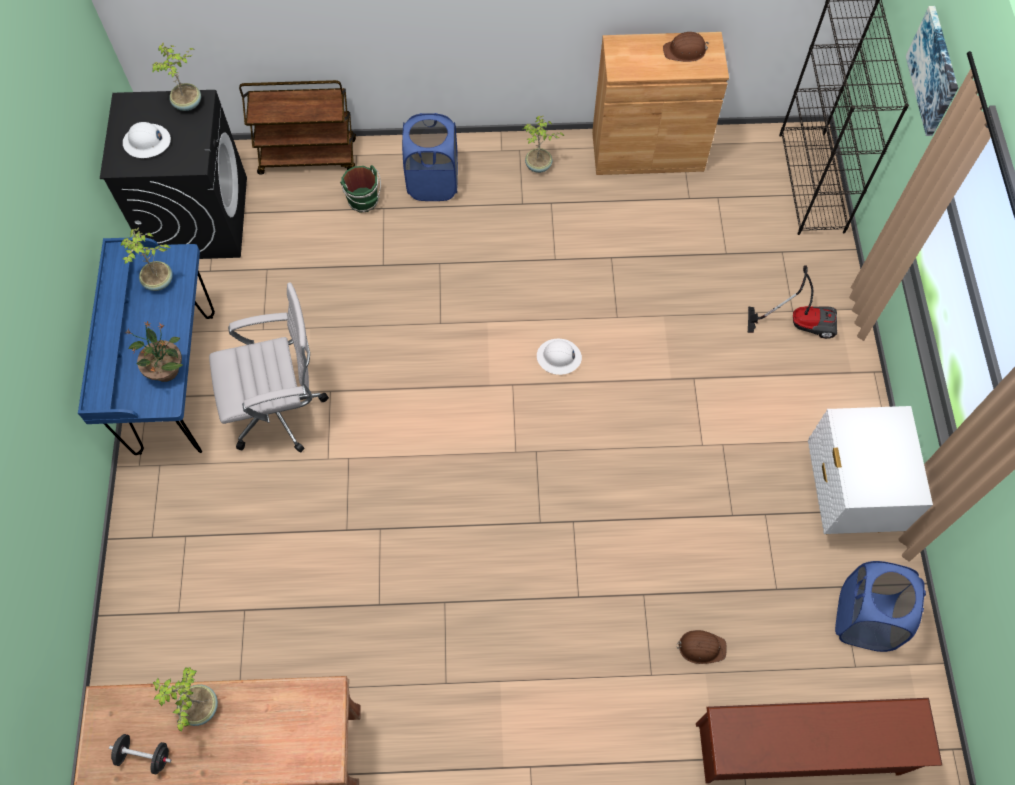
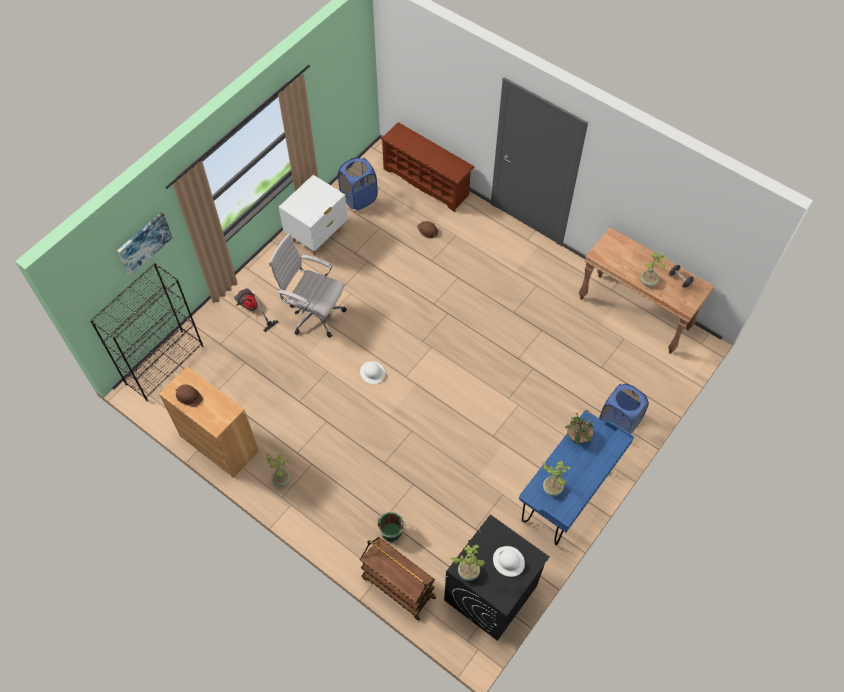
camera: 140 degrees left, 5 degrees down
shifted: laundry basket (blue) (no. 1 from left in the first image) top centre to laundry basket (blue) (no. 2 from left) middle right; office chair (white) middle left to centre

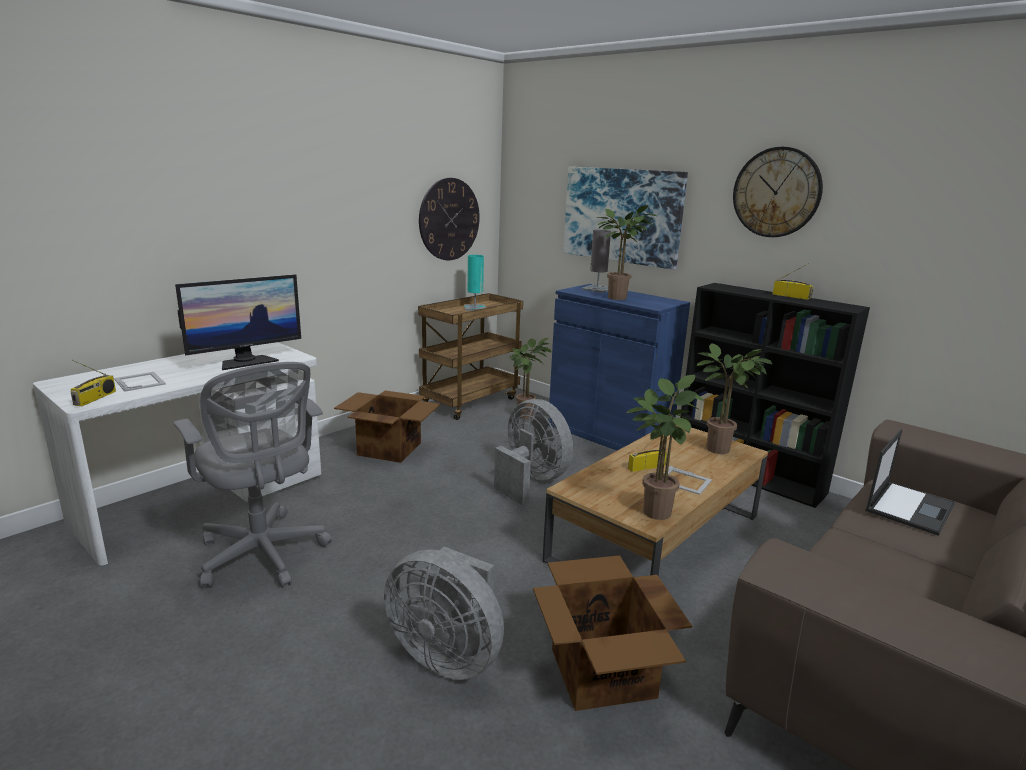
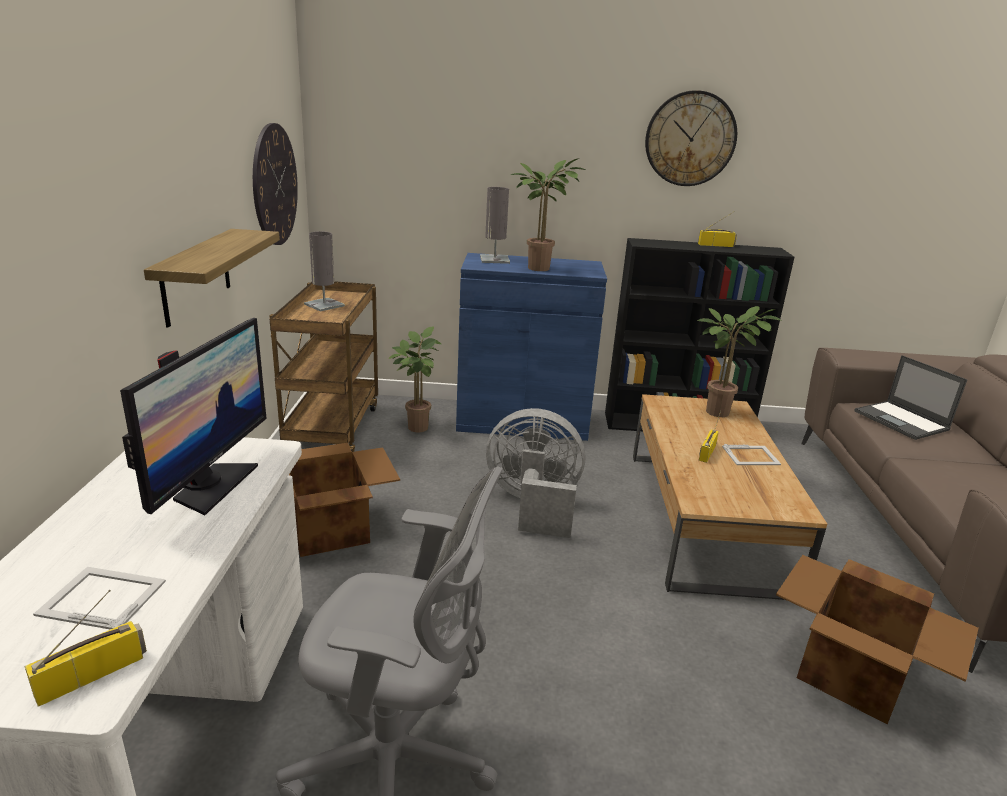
camera: 40 degrees left, 5 degrees up
gone: picture top centre; potted plant (no. 3 from left) centre; fan (grey) (no. 1 from left) bottom centre
new: shelf middle left
repainted: table lamp (turquoise) centre to table lamp (grey) (no. 1 from left) middle left
rotated: radio (no. 1 from left) middle left = bottom left 105 degrees counterclockwise; laptop middle right = middle right 150 degrees clockwise

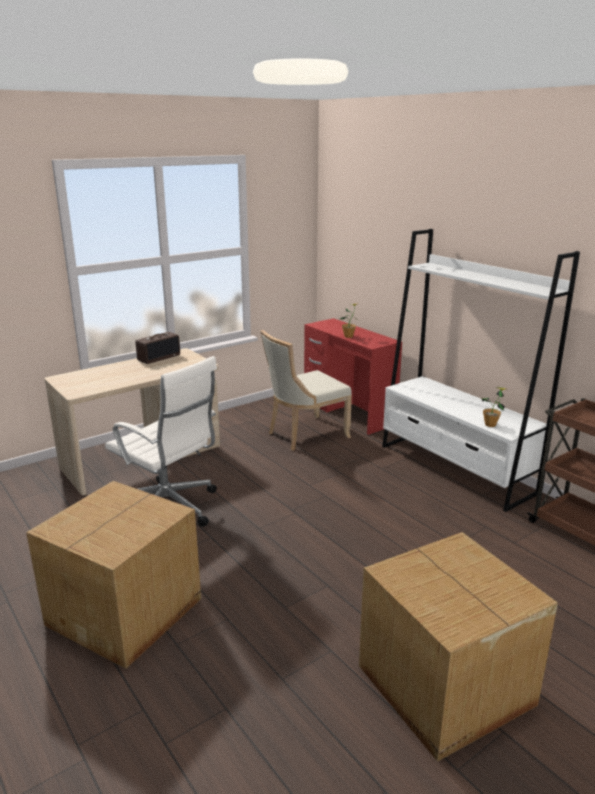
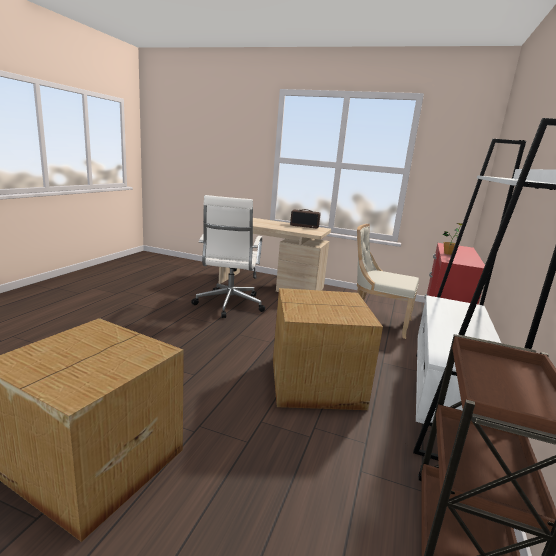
camera: 55 degrees right, 5 degrees down
gone: potted plant (no. 2 from left) middle right
shifted: cardboard box (no. 1 from left in the first image) bottom left to cardboard box (no. 2 from left) centre

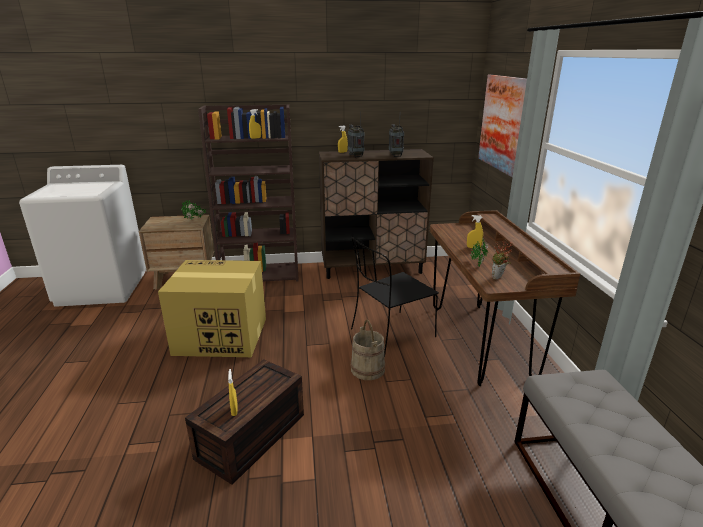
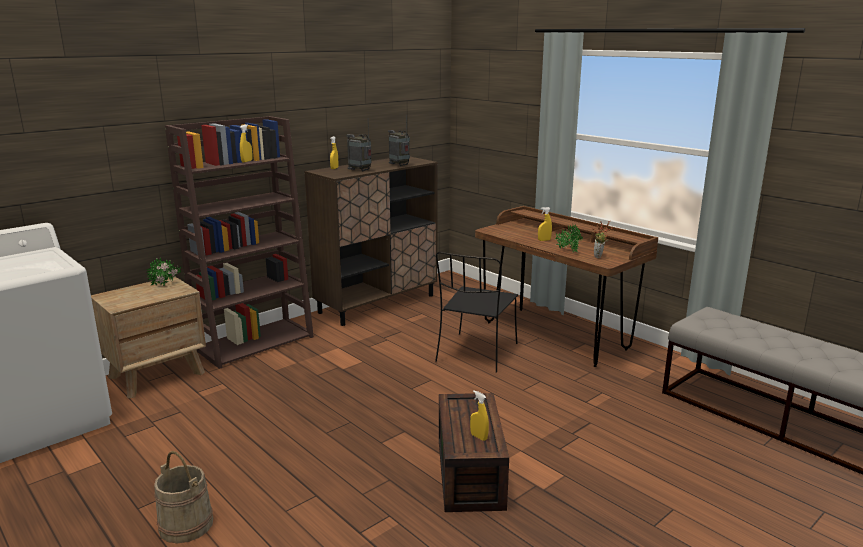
camera: 35 degrees left, 5 degrees down
gone: picture top right; cardboard box middle left
shifted: bucket (beige) centre to bottom left

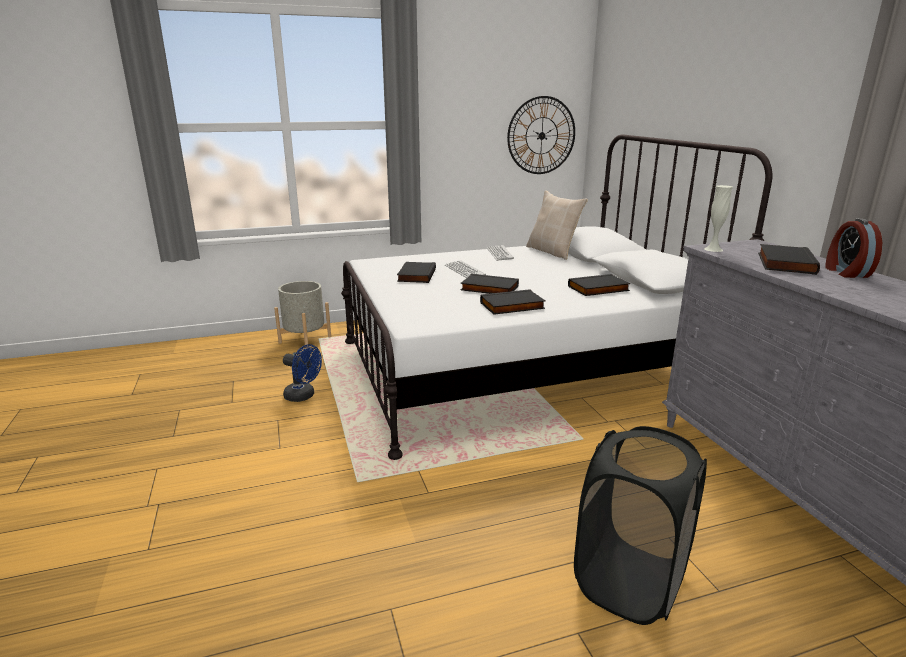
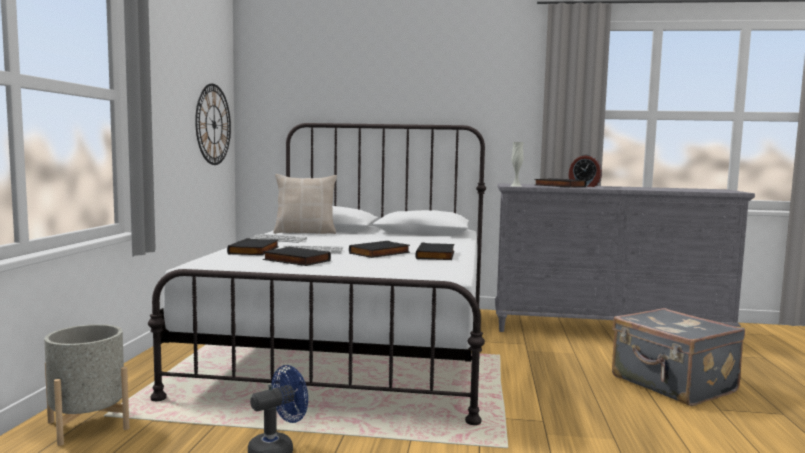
camera: 65 degrees left, 15 degrees down
shifted: book (black) (no. 4 from left in the first image) centre to book (black) (no. 1 from left) middle left
swapped: laundry basket (black) bottom right to suitcase (grey) bottom right

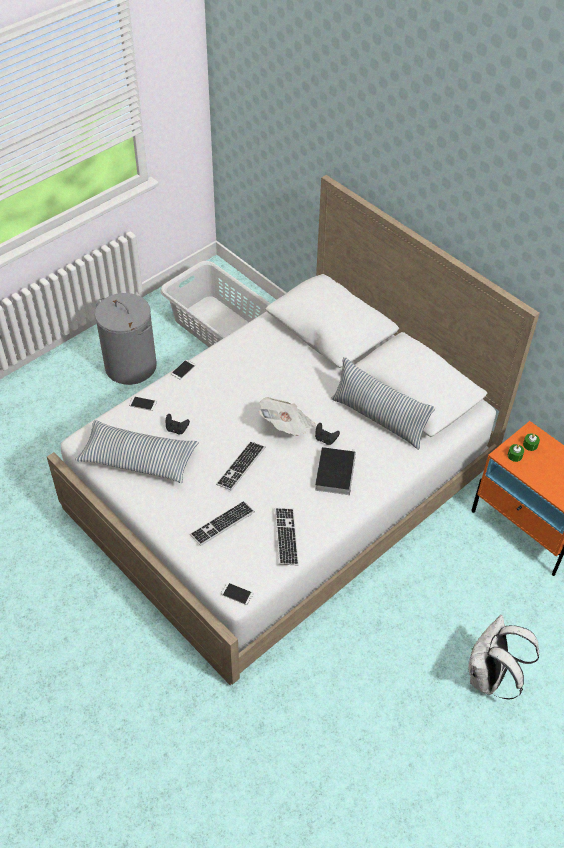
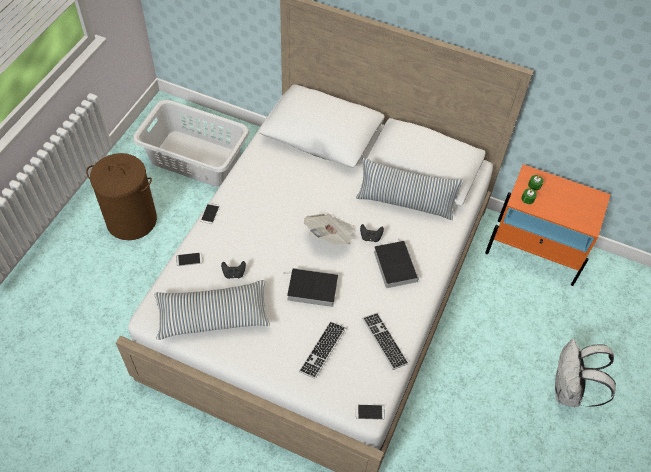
camera: 25 degrees left, 5 degrees up
swapped: keyboard (no. 2 from left) centre to book (no. 1 from left) centre
repainted: laundry basket (grey) (no. 1 from left) middle left to laundry basket (brown) middle left

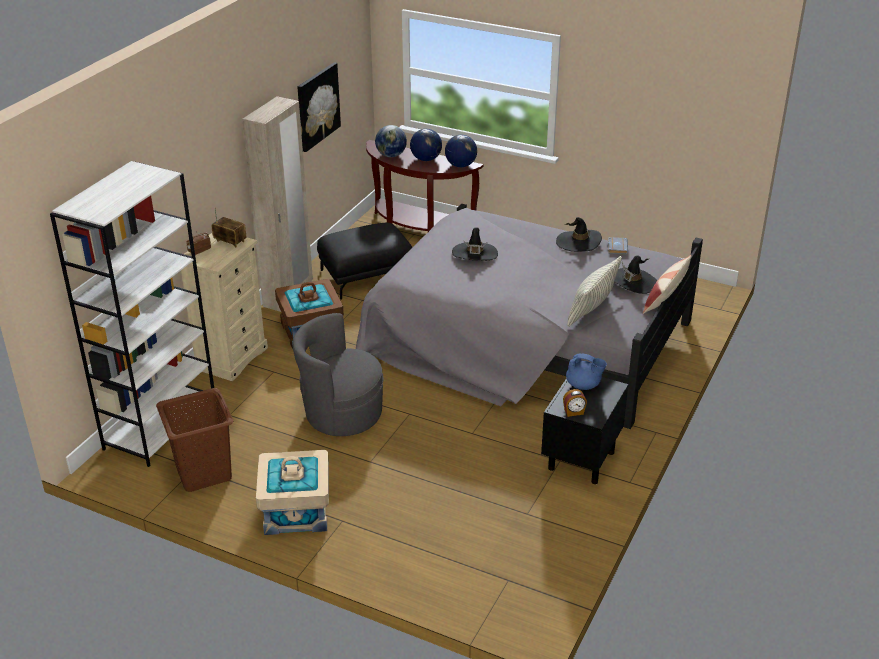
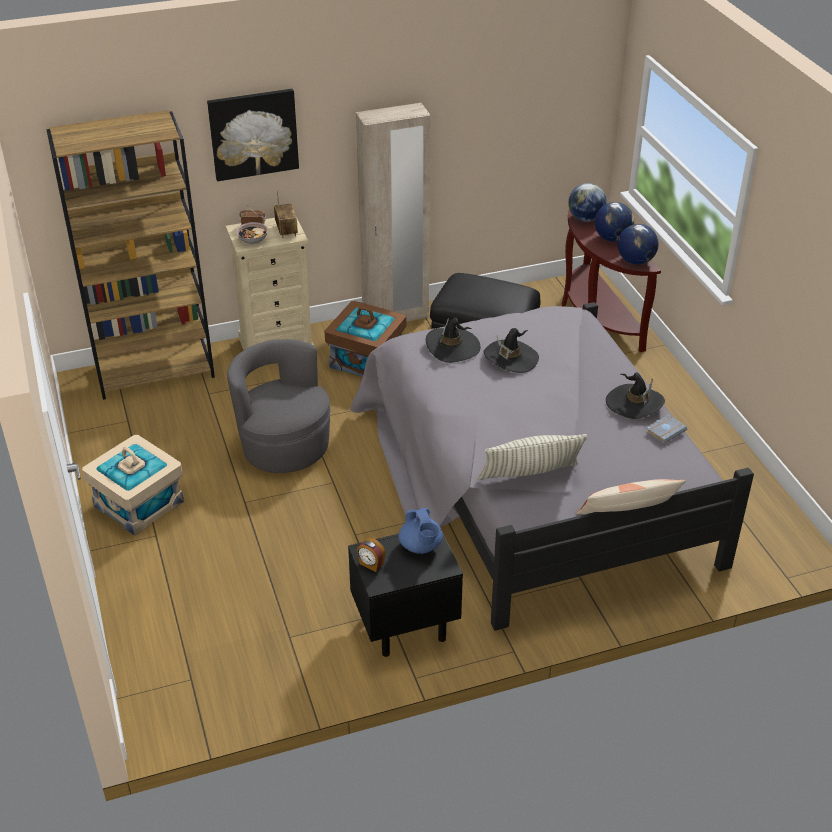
camera: 45 degrees right, 5 degrees up
gone: laundry basket (brown) bottom left
new: bowl top left
shifted: picture top centre to top left; hat (black) (no. 3 from left in the first image) middle right to hat (black) (no. 1 from left) centre
repainted: bookcase (white) middle left to bookcase (brown) top left

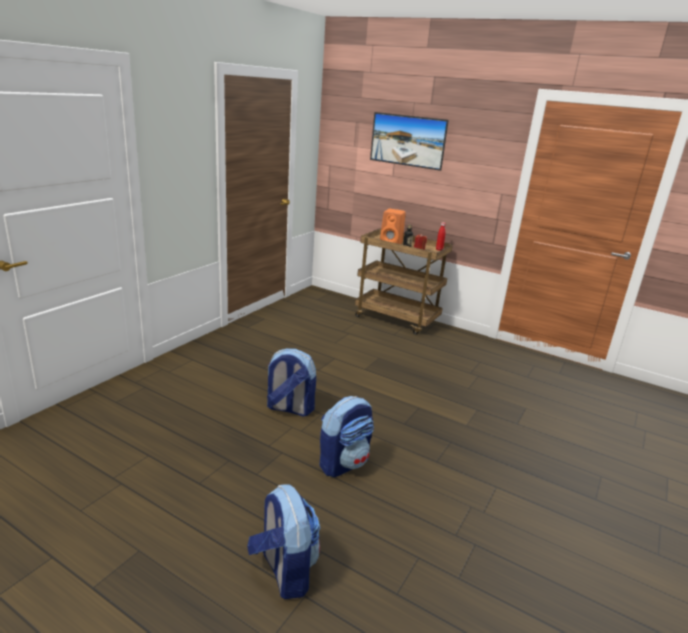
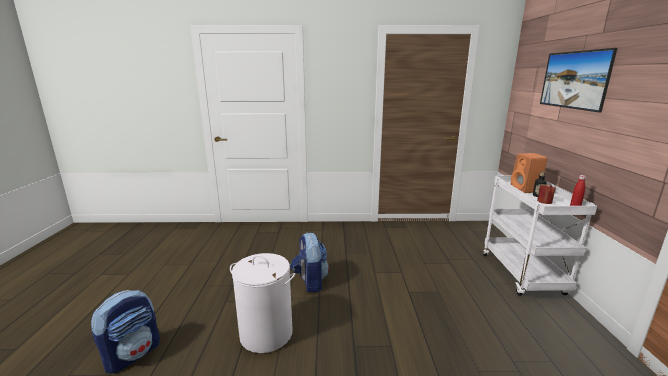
camera: 60 degrees right, 5 degrees down
swapped: backpack (no. 3 from left) bottom centre to laundry basket (white) bottom centre
repainted: cart (brown) centre to cart (white) middle right

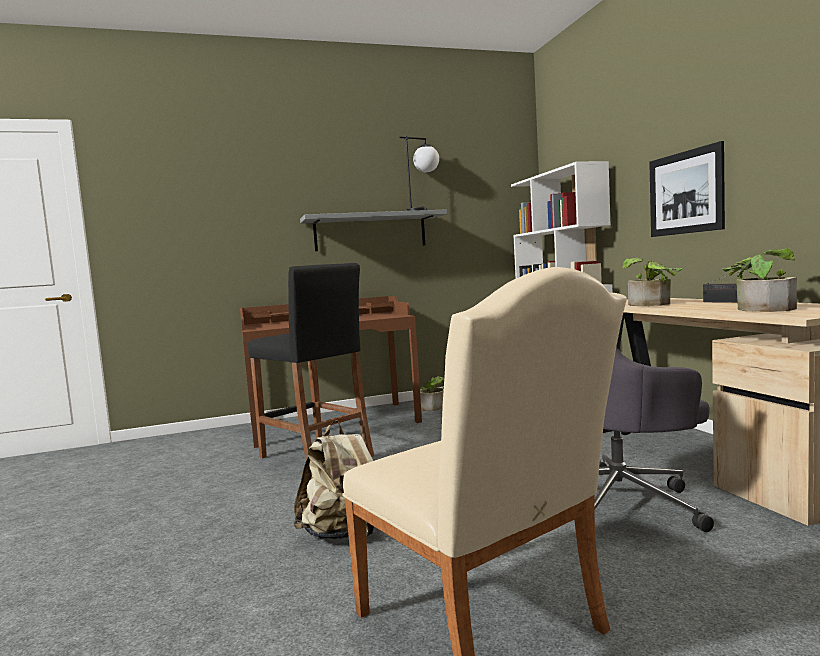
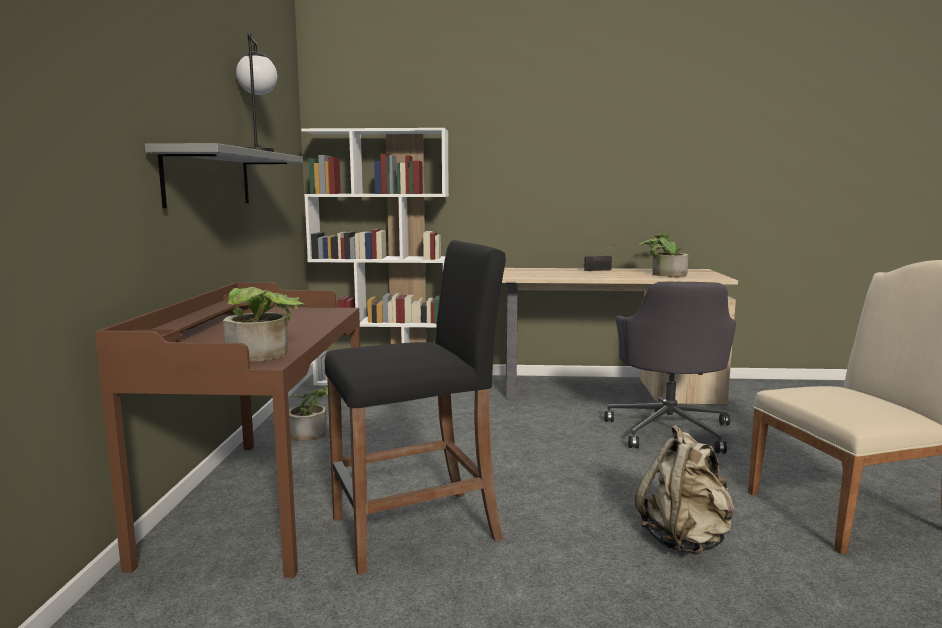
camera: 70 degrees left, 5 degrees up
gone: picture top right
shifted: potted plant (no. 2 from left in the first image) middle right to potted plant (no. 1 from left) middle left

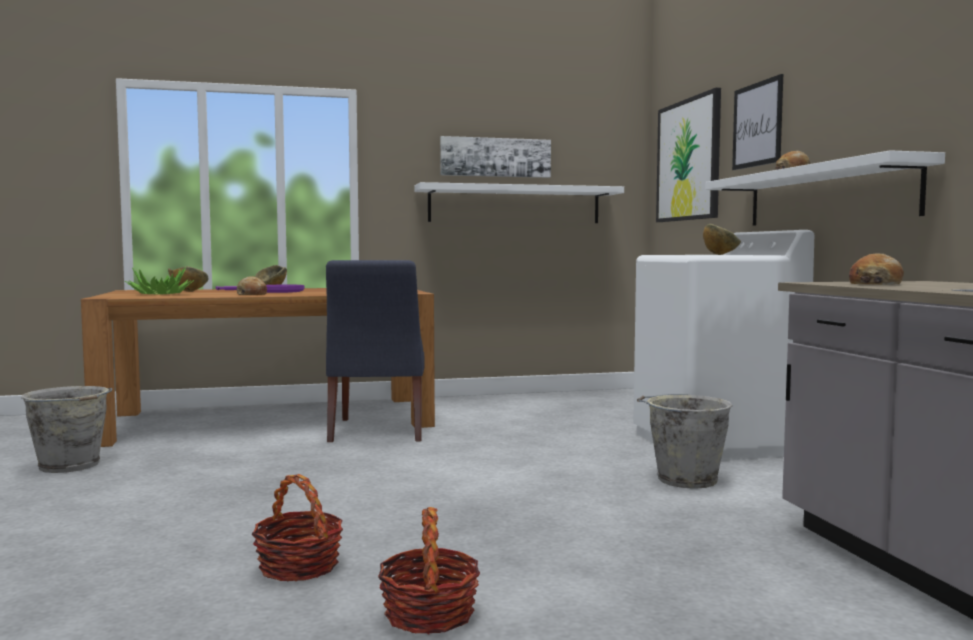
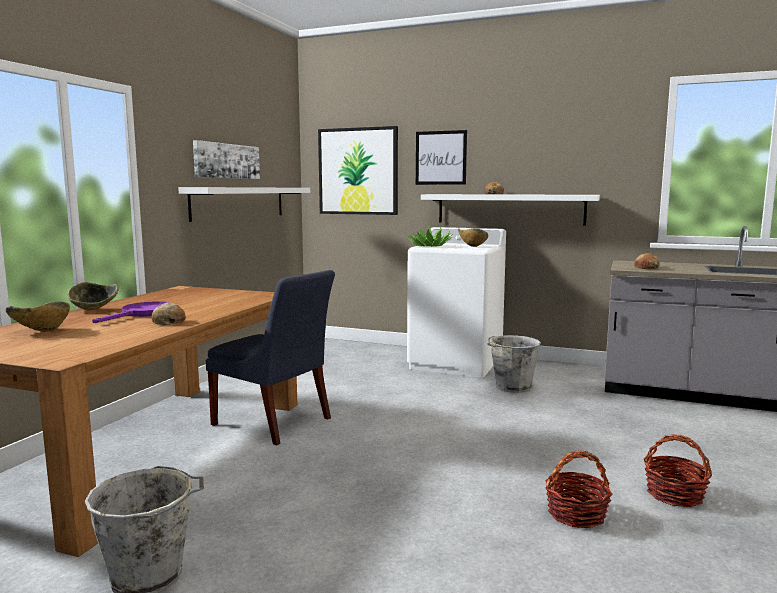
camera: 55 degrees left, 5 degrees up
shifted: potted plant middle left to centre

